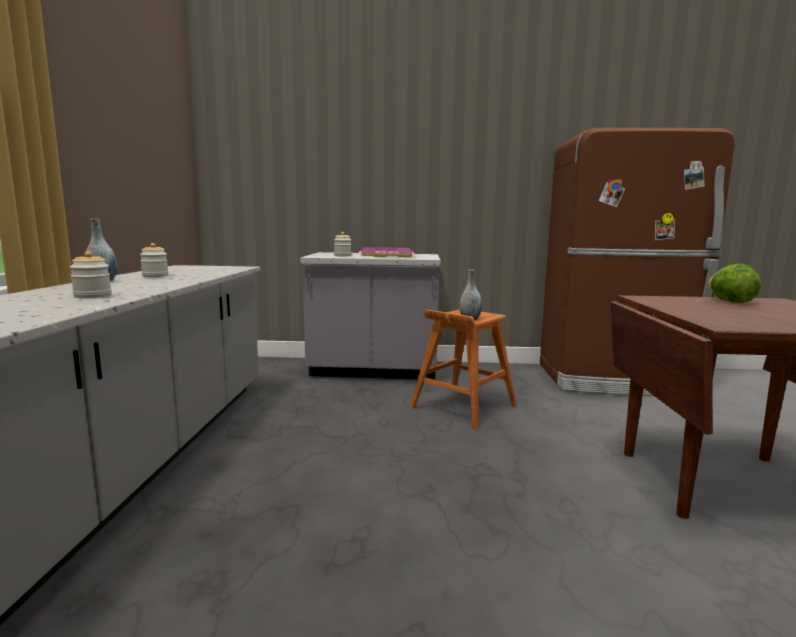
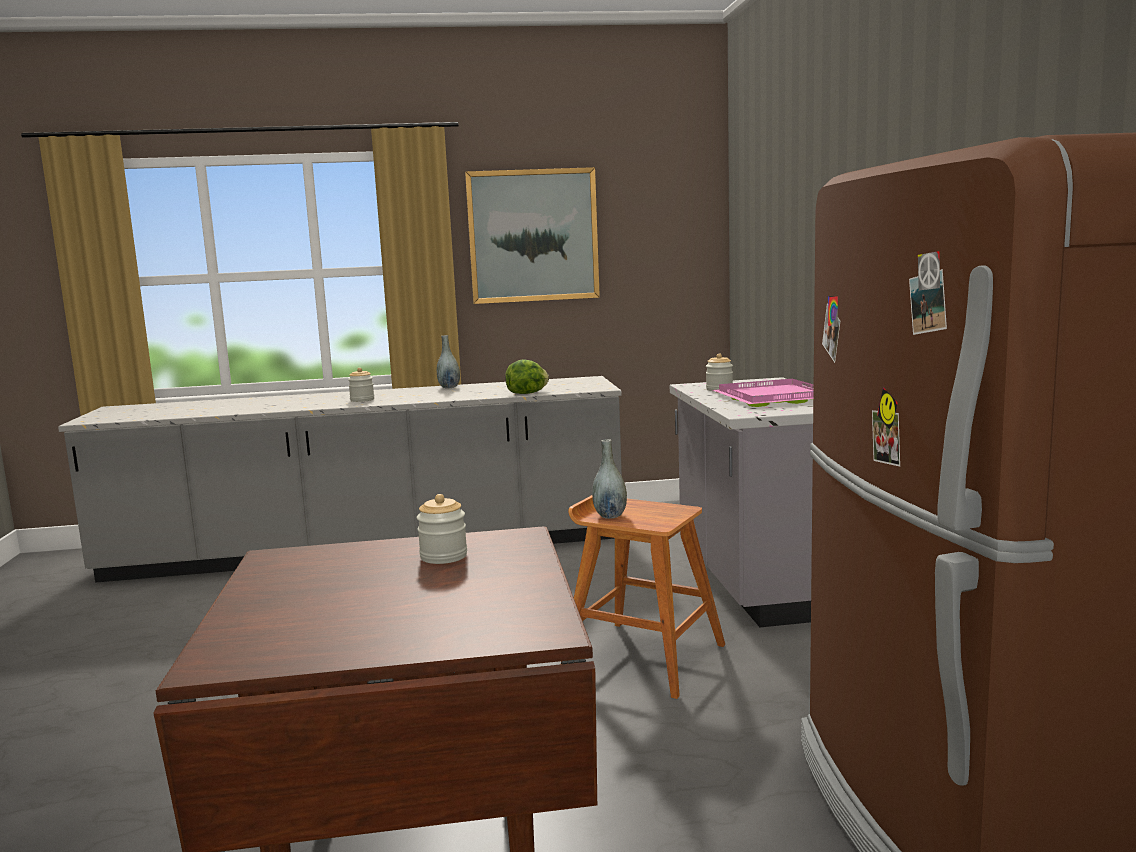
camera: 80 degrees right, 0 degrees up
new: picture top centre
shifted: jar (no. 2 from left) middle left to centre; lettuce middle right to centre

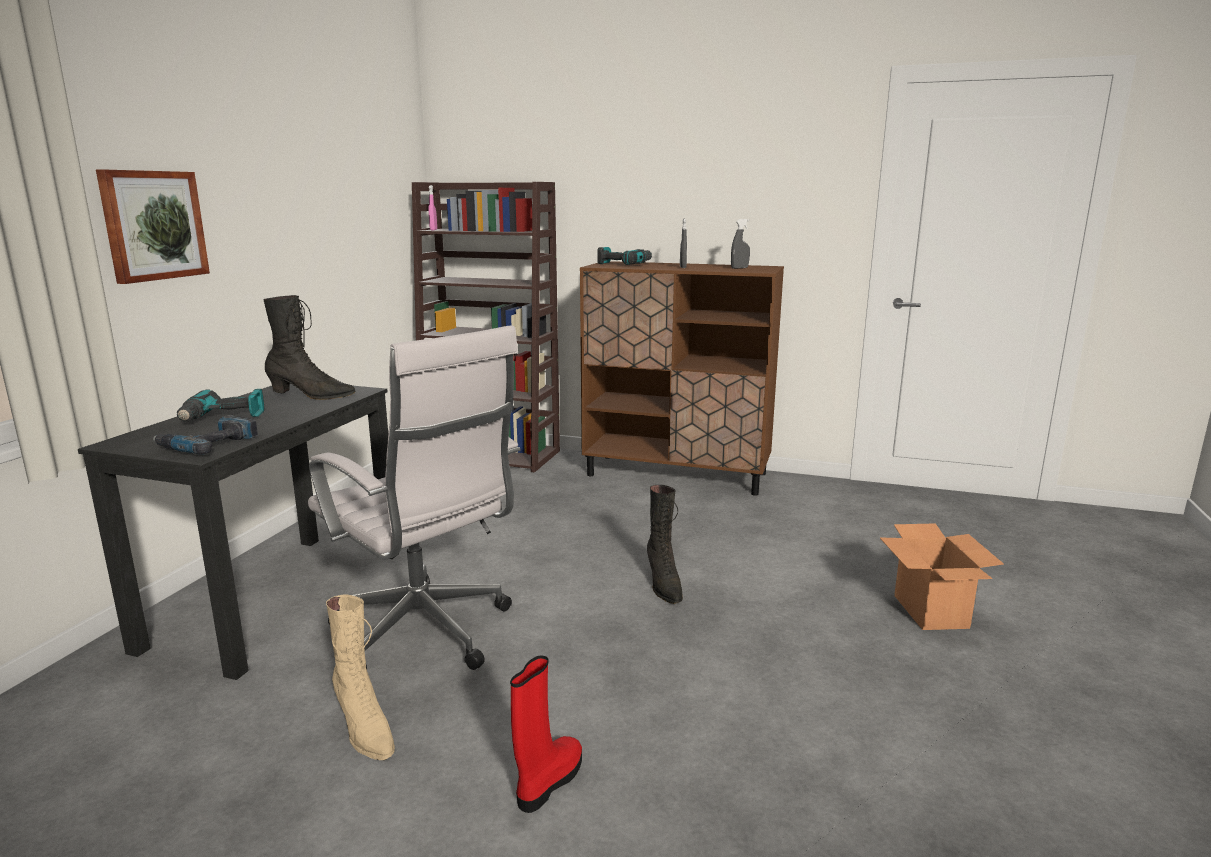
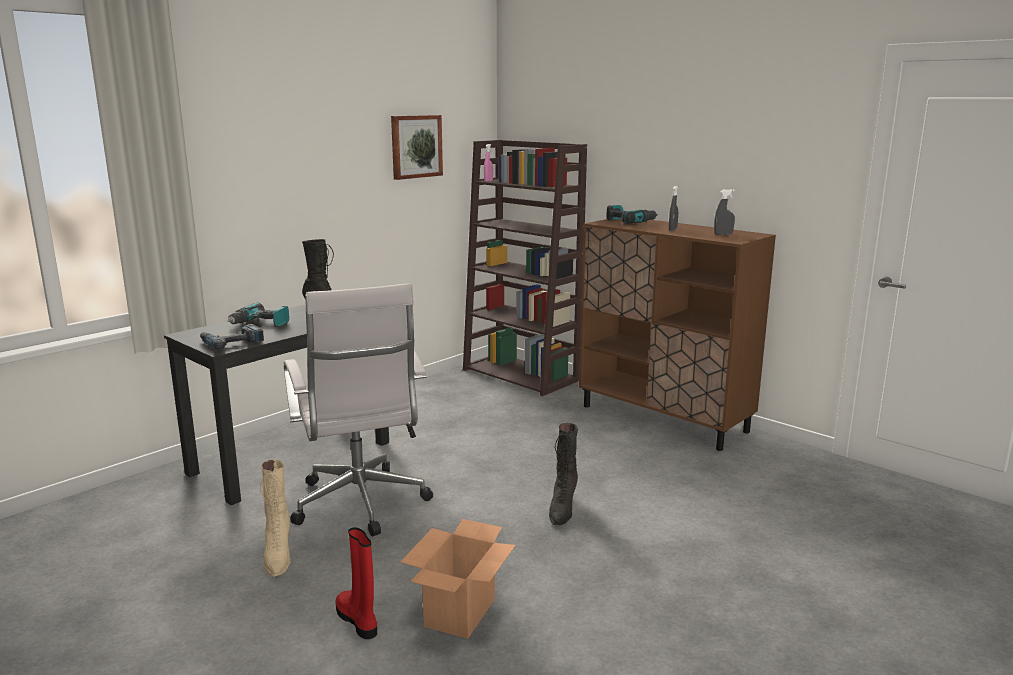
camera: 25 degrees right, 0 degrees up
shifted: picture top left to top centre; cardboard box bottom right to bottom centre
rotated: boot (red) bottom centre = bottom centre 90 degrees counterclockwise

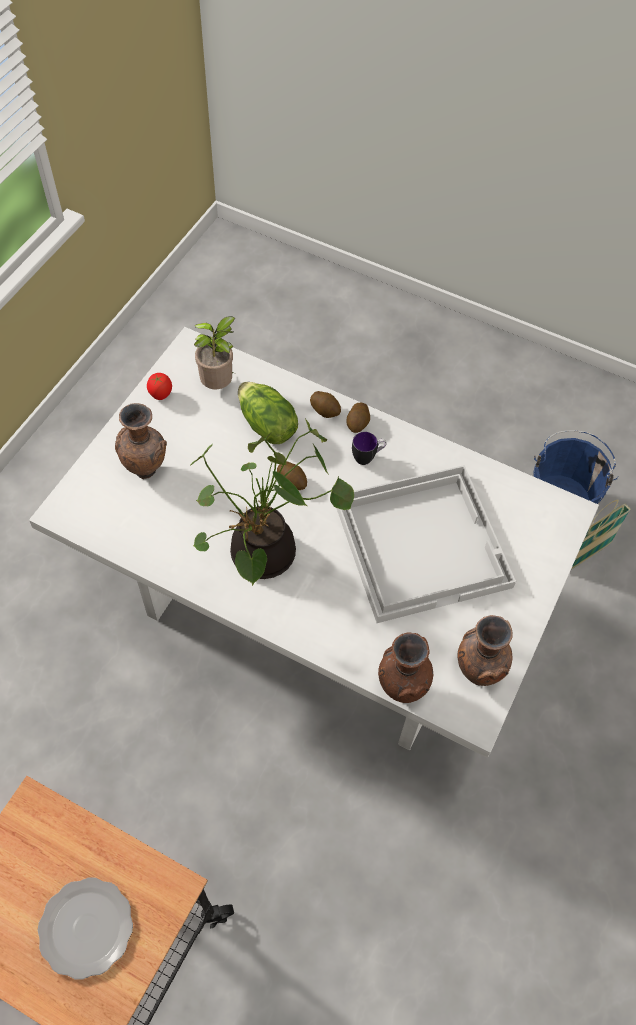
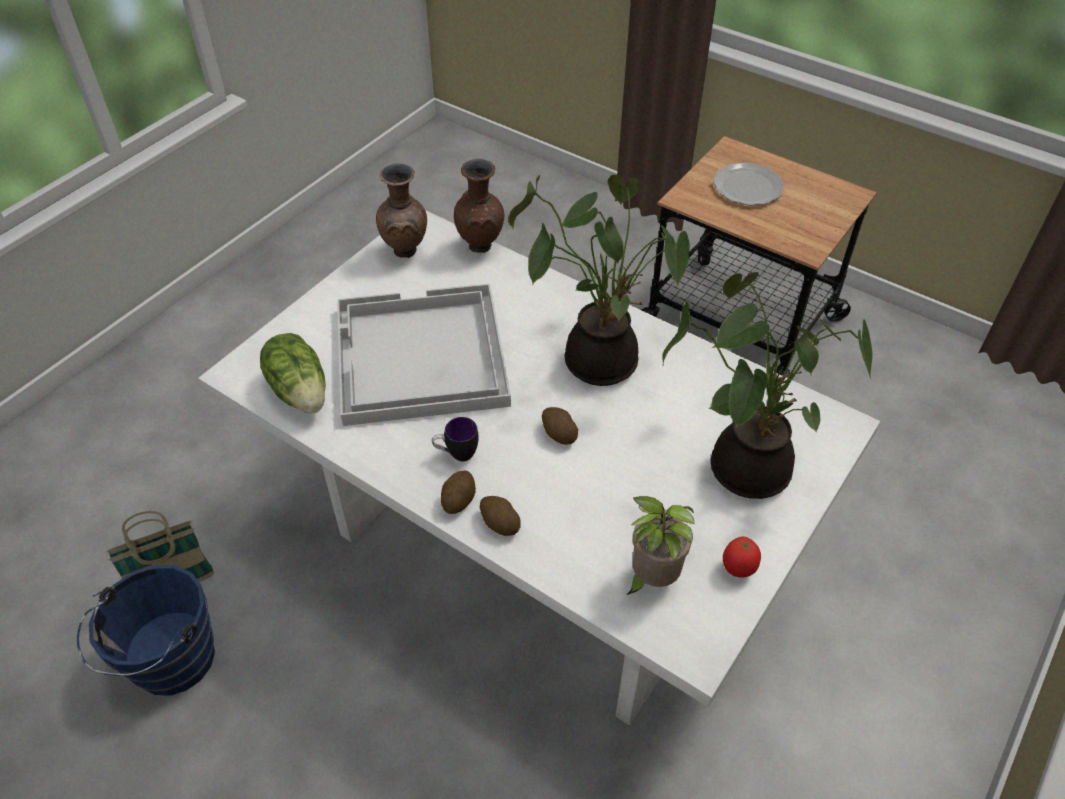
camera: 170 degrees left, 10 degrees down
shifted: lettuce centre to middle left
swapped: vase (brown) (no. 1 from left) middle left to potted plant (no. 3 from left) middle right

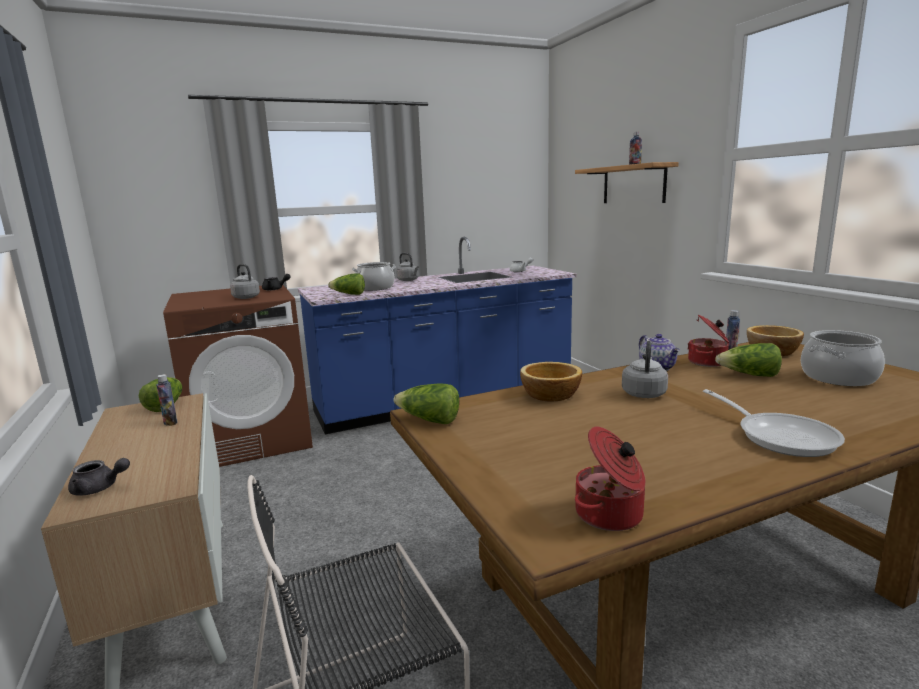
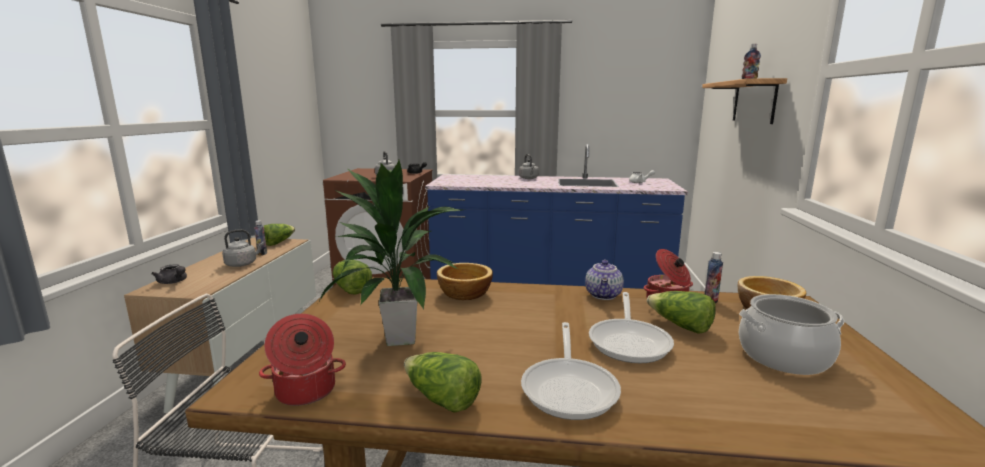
camera: 30 degrees right, 0 degrees up
gone: cooking pot (no. 1 from left) centre
new: potted plant centre; frying pan (no. 2 from left) bottom centre
shifted: lettuce (no. 2 from left in the first image) centre to lettuce (no. 3 from left) bottom centre; kettle (grey) (no. 3 from left in the first image) middle right to kettle (grey) (no. 1 from left) middle left

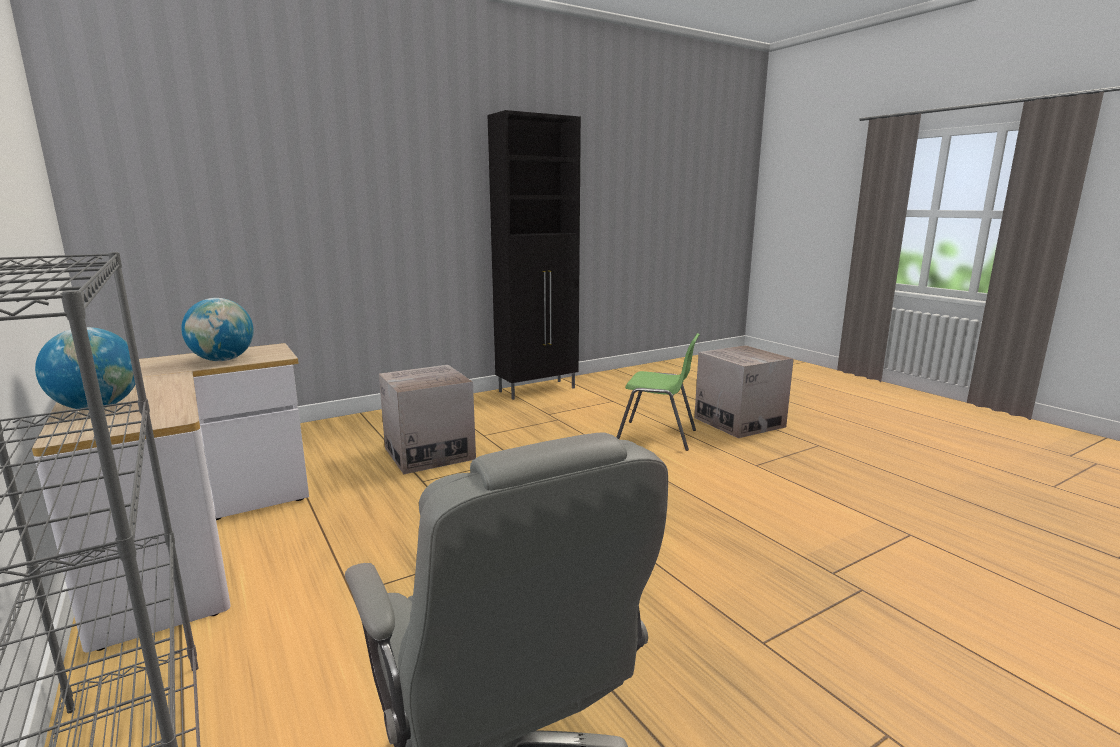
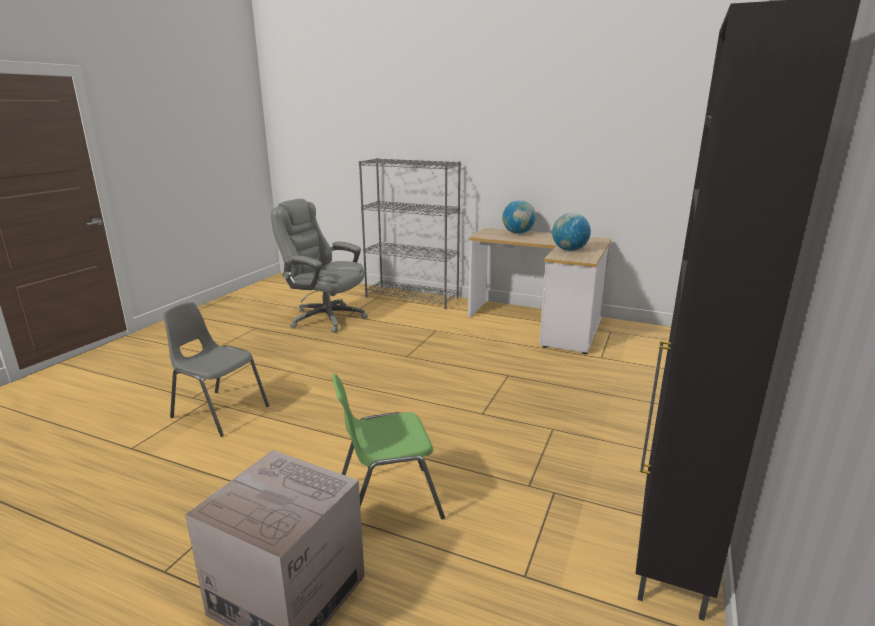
camera: 145 degrees right, 5 degrees up
gone: cardboard box (no. 1 from left) centre
new: chair (grey) middle left

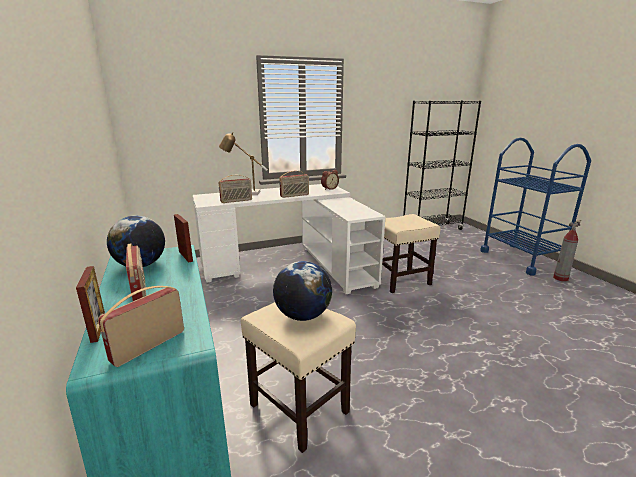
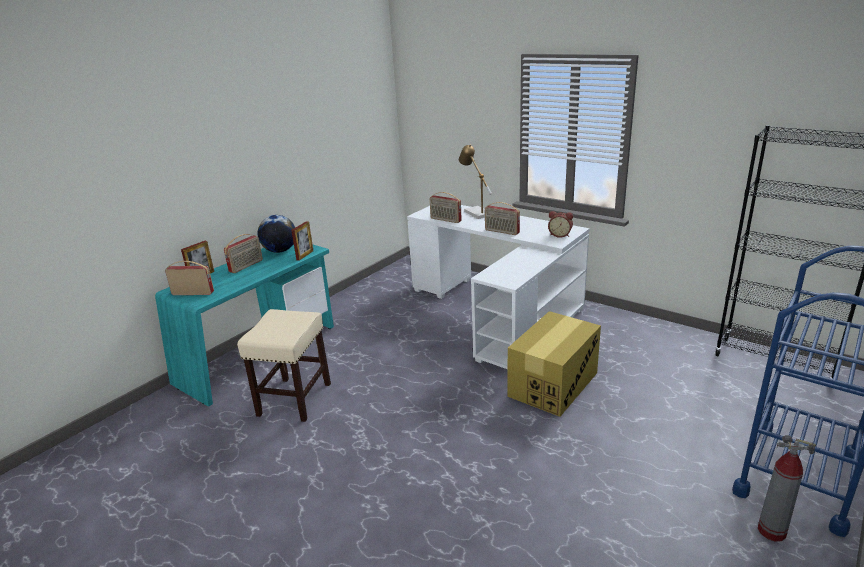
camera: 60 degrees right, 5 degrees up
gone: globe (no. 2 from left) centre
swapped: stool (beige) (no. 2 from left) centre to cardboard box centre

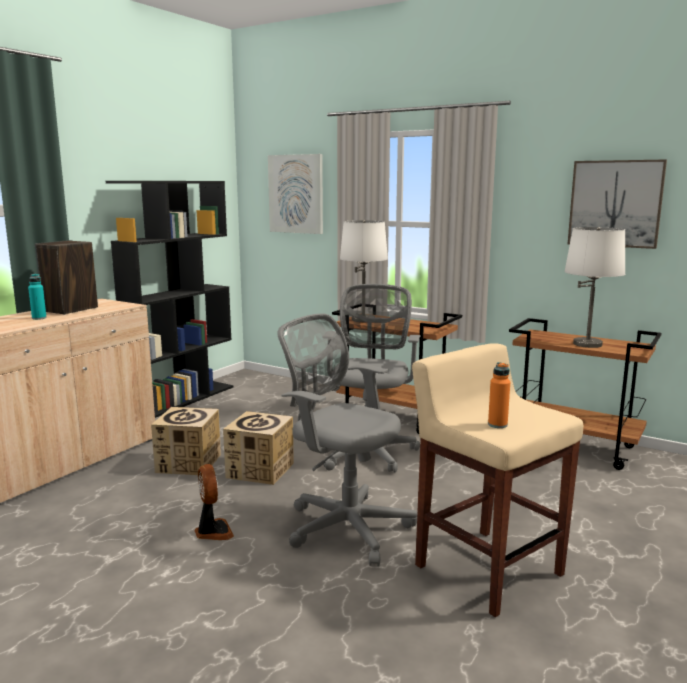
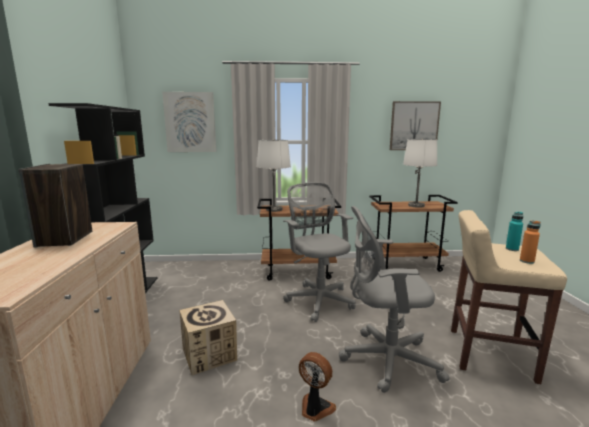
camera: 35 degrees left, 0 degrees up
gone: cardboard box (no. 2 from left) centre
shifted: bottle (turquoise) middle left to middle right

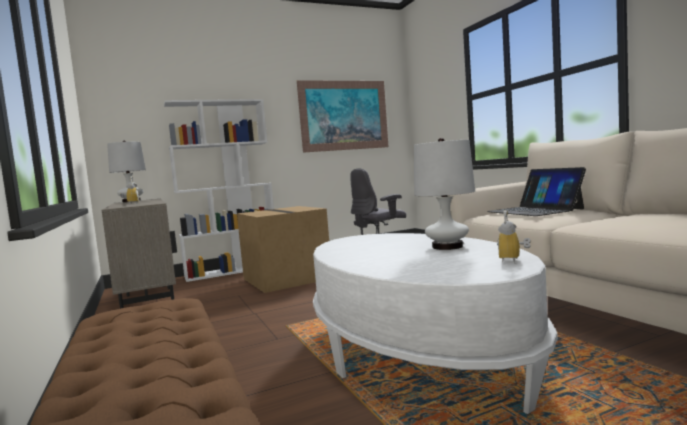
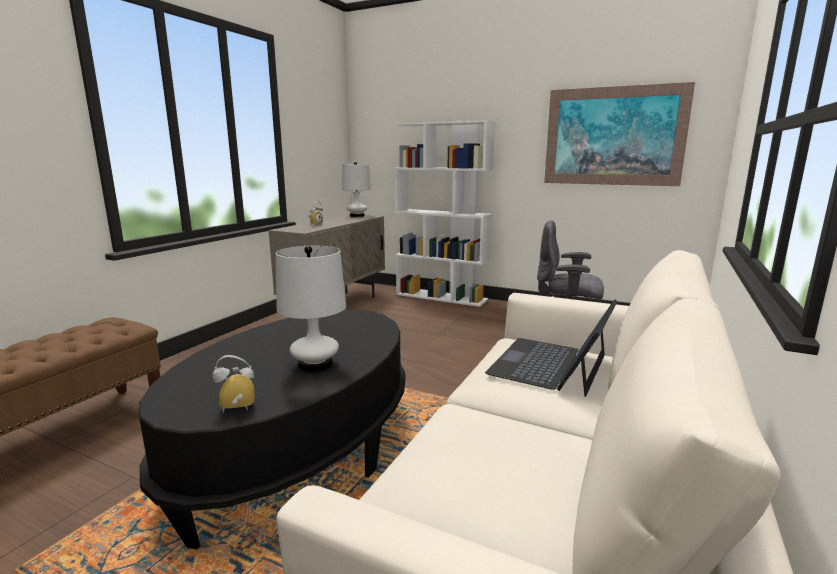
camera: 50 degrees right, 10 degrees up
gone: cardboard box centre
repainted: coffee table (white) bottom centre to coffee table (black) bottom left

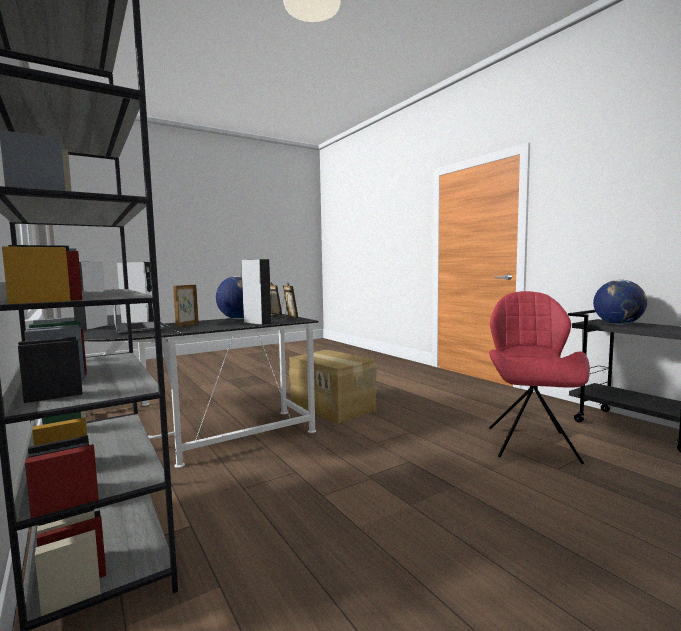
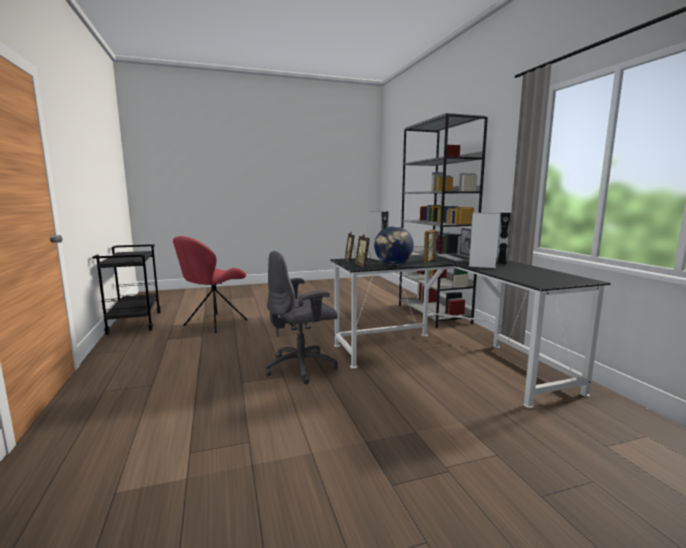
camera: 165 degrees left, 5 degrees up
gone: globe (no. 2 from left) middle right
swapped: cardboard box centre to office chair (grey) centre

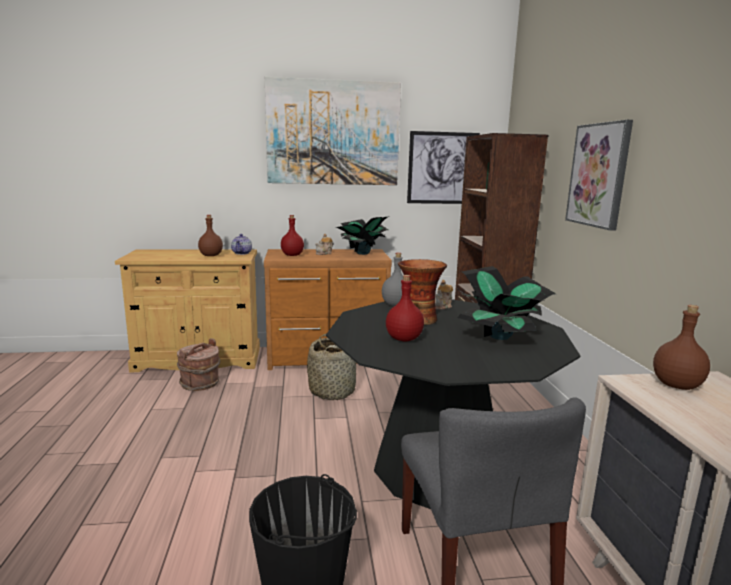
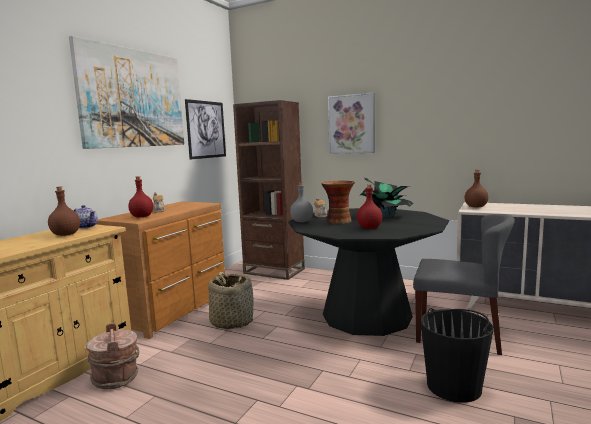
camera: 55 degrees left, 5 degrees down
gone: potted plant (no. 1 from left) centre

